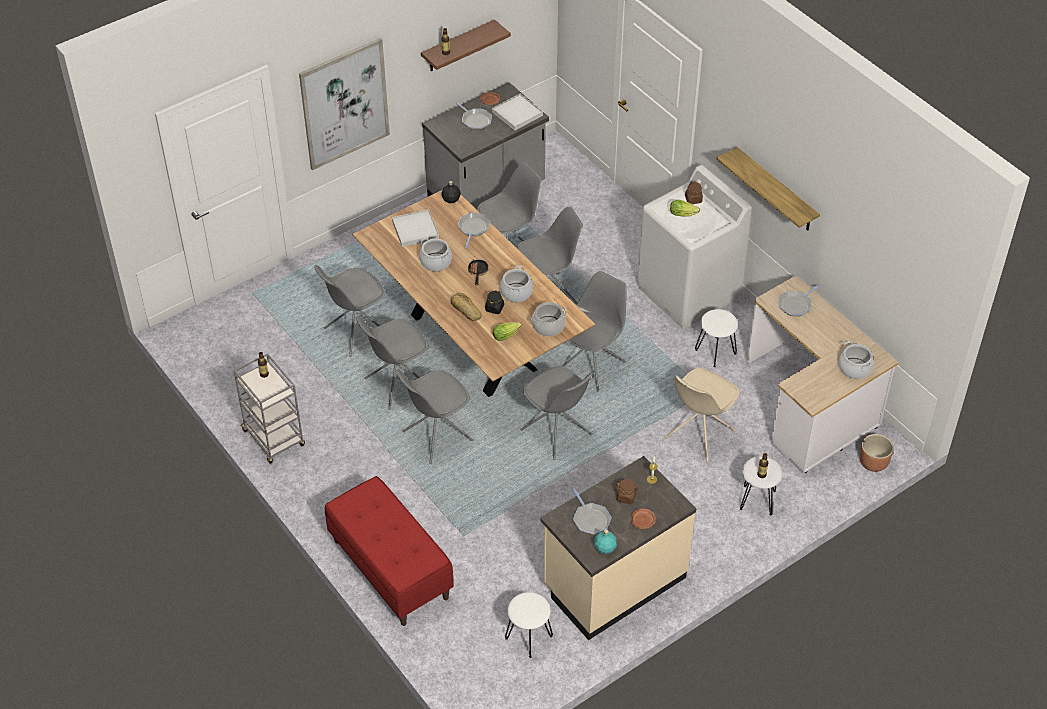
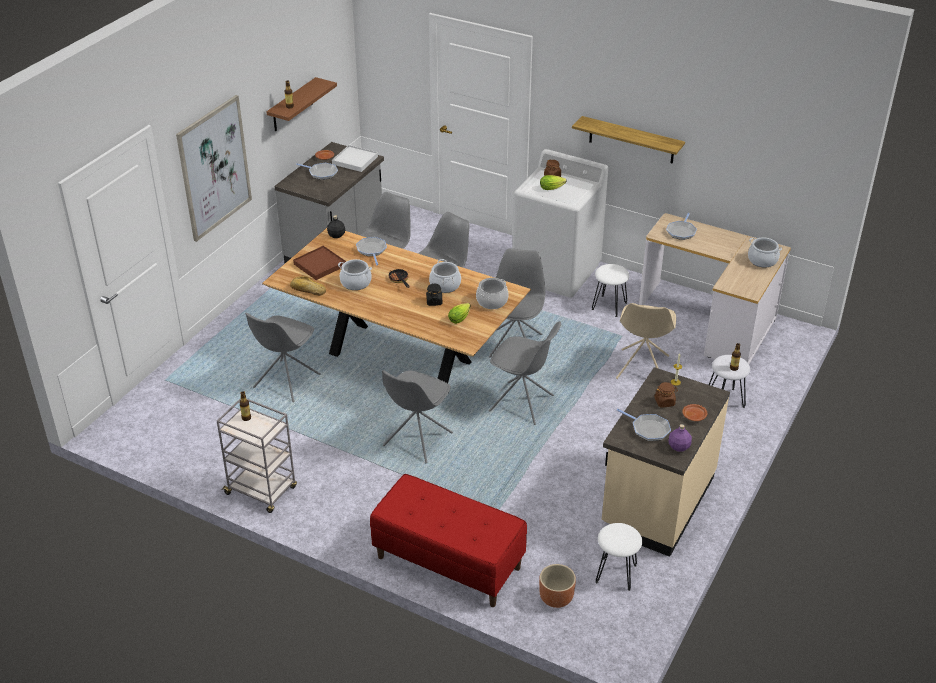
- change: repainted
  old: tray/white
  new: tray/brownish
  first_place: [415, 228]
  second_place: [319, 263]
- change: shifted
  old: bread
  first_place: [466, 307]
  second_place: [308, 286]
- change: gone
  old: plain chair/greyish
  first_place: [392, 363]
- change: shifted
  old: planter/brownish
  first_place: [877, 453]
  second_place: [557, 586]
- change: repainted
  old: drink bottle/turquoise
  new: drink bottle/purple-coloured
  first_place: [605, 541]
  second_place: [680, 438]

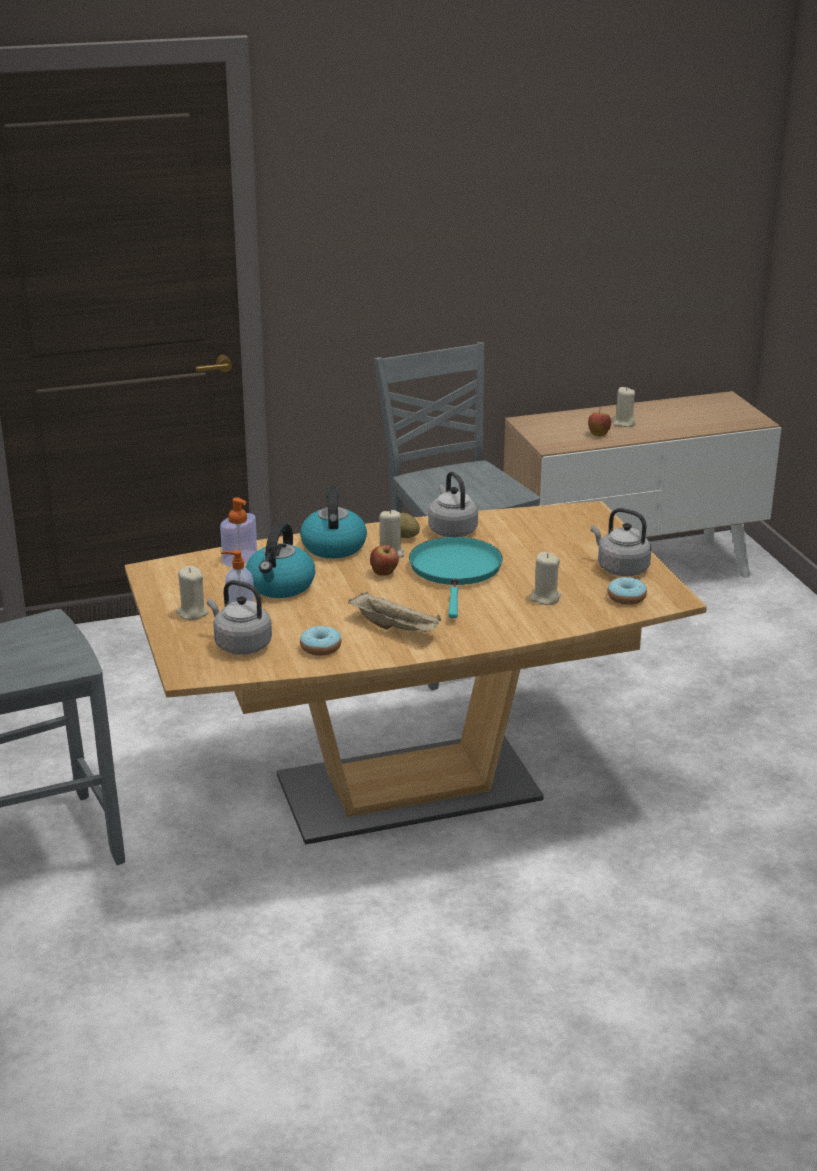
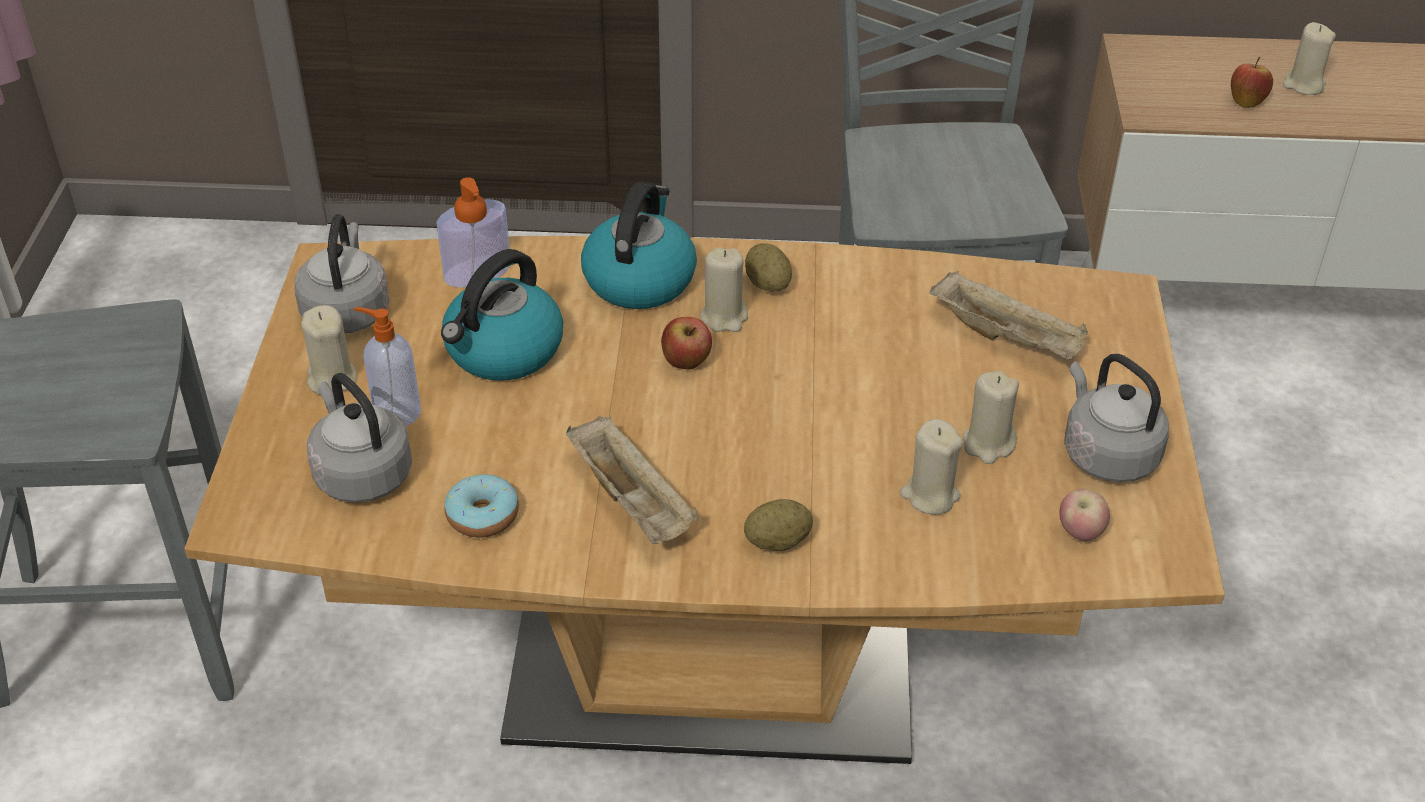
- change: shifted
  old: water kettle/greyish
  first_place: [453, 504]
  second_place: [341, 273]
- change: gone
  old: pan/turquoise
  first_place: [456, 577]
- change: swapped
  old: ring doughnut
  new: apple
  first_place: [627, 591]
  second_place: [1084, 515]
- change: new
  new: tray/sand-coloured
  second_place: [1009, 315]
- change: new
  new: wax light/sand-coloured
  second_place: [991, 417]
- change: new
  new: whole potato
  second_place: [778, 525]

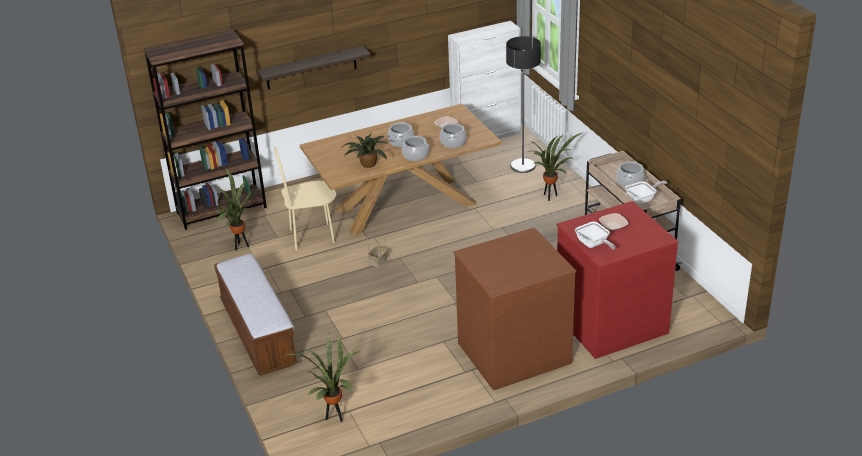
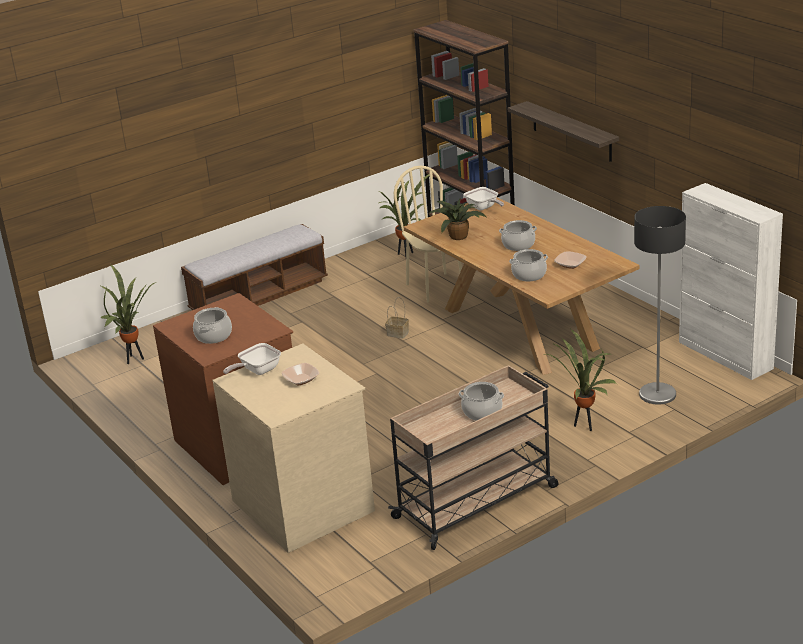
- change: shifted
  old: cooking pot
  first_place: [415, 148]
  second_place: [212, 325]
- change: shifted
  old: pan
  first_place: [646, 193]
  second_place: [484, 199]
- change: repainted
  old: drawer chest/red-coloured
  new: drawer chest/sand-coloured
  first_place: [617, 280]
  second_place: [293, 448]

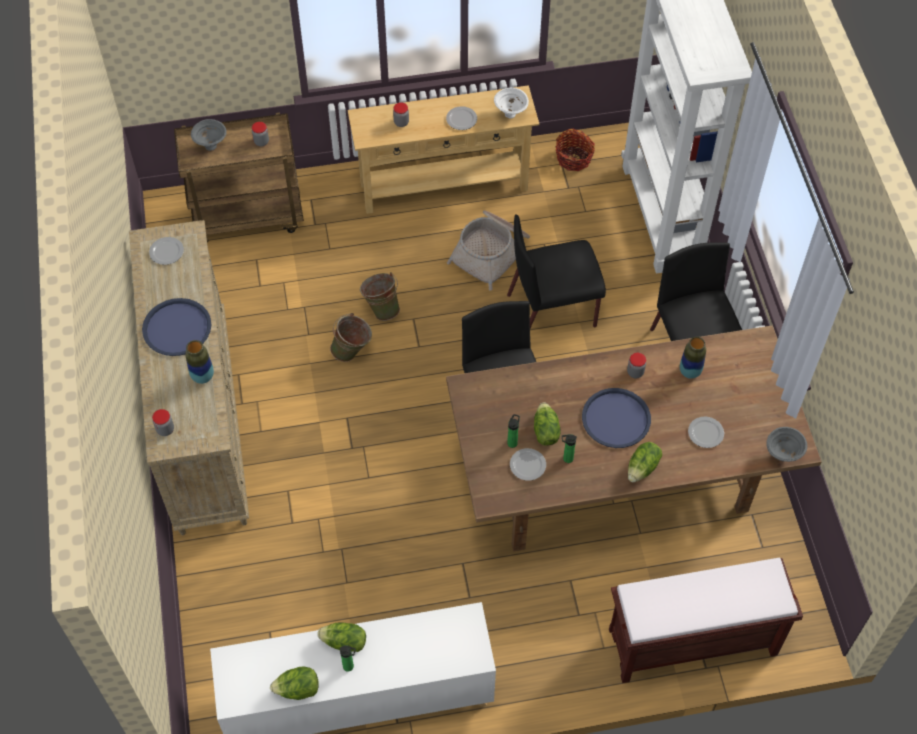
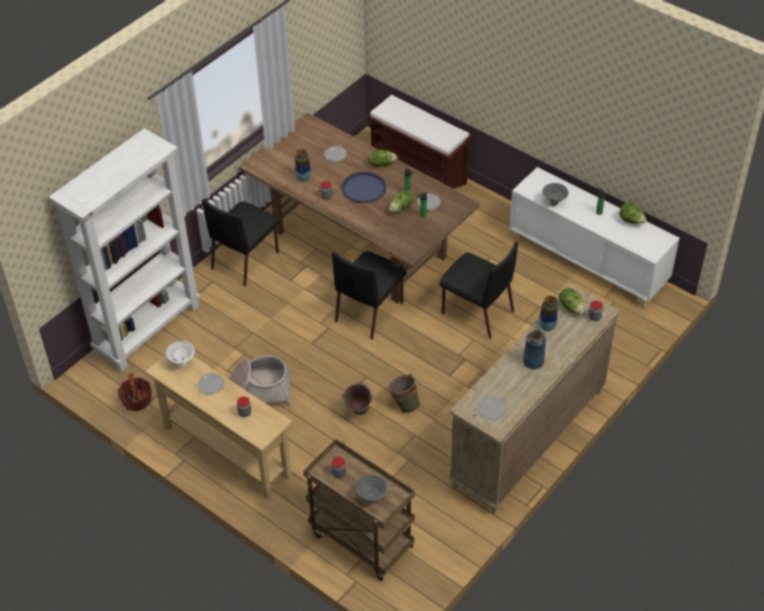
- change: shifted
  old: plain chair/black-coloured
  first_place: [556, 271]
  second_place: [479, 290]
- change: swapped
  old: tray/bluish
  new: flower vase/bluish
  first_place: [177, 327]
  second_place: [534, 349]
- change: shifted
  old: bowl/greyish
  first_place: [786, 444]
  second_place: [555, 194]
- change: shifted
  old: lettuce
  first_place: [341, 637]
  second_place: [572, 301]

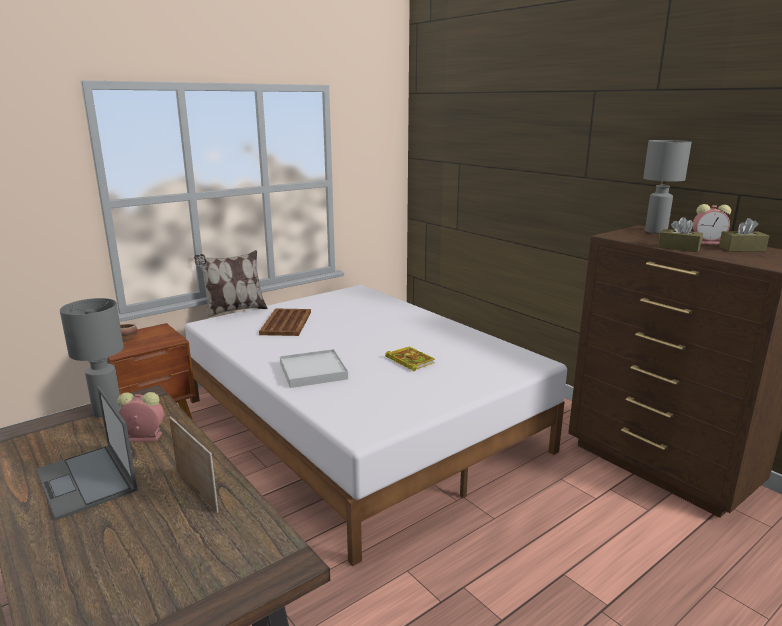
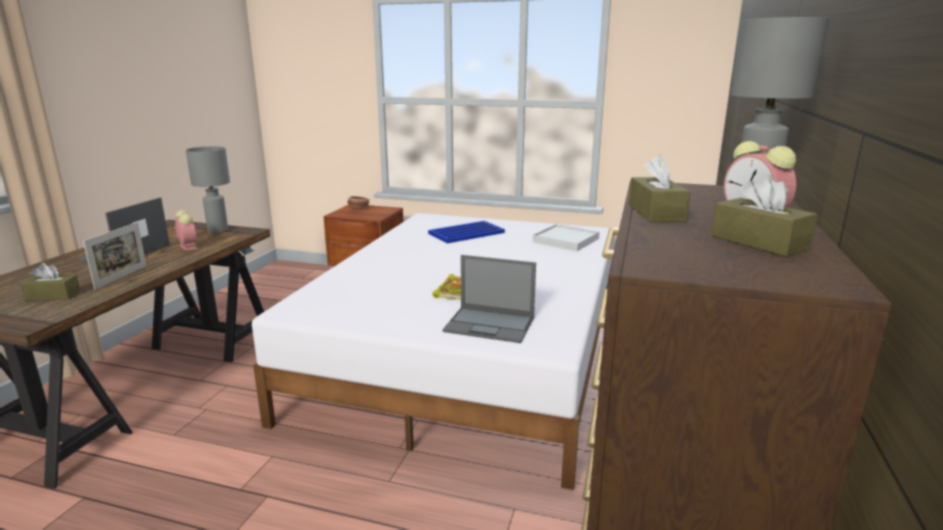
- change: gone
  old: throw pillow
  first_place: [231, 284]
- change: repainted
  old: tray/brownish
  new: tray/bluish
  first_place: [285, 322]
  second_place: [466, 232]
- change: shifted
  old: tray/white
  first_place: [314, 368]
  second_place: [565, 237]
- change: new
  new: portable computer
  second_place: [489, 299]
- change: new
  new: tissue box/brownish
  second_place: [50, 282]

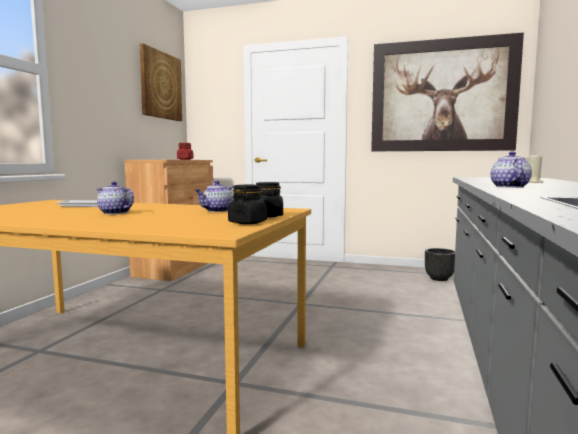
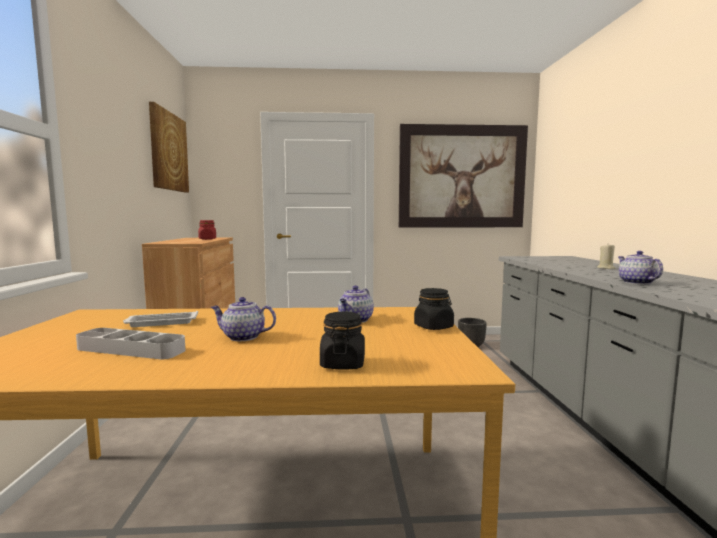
- change: shifted
  old: preserve jar/black-coloured
  first_place: [247, 204]
  second_place: [342, 340]
- change: new
  new: tray/greyish
  second_place: [131, 343]

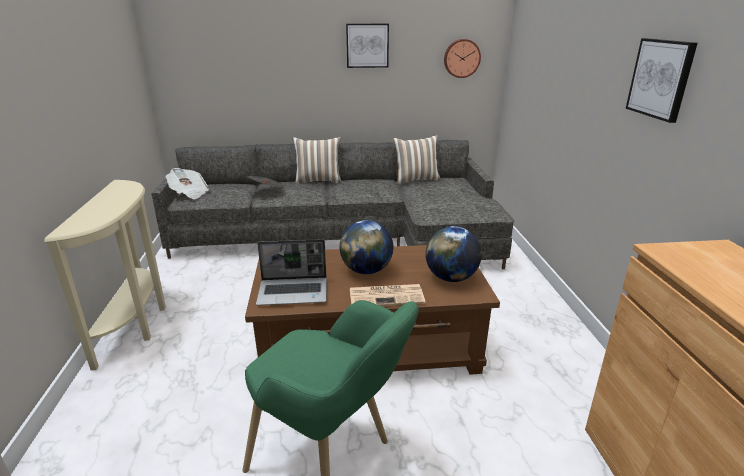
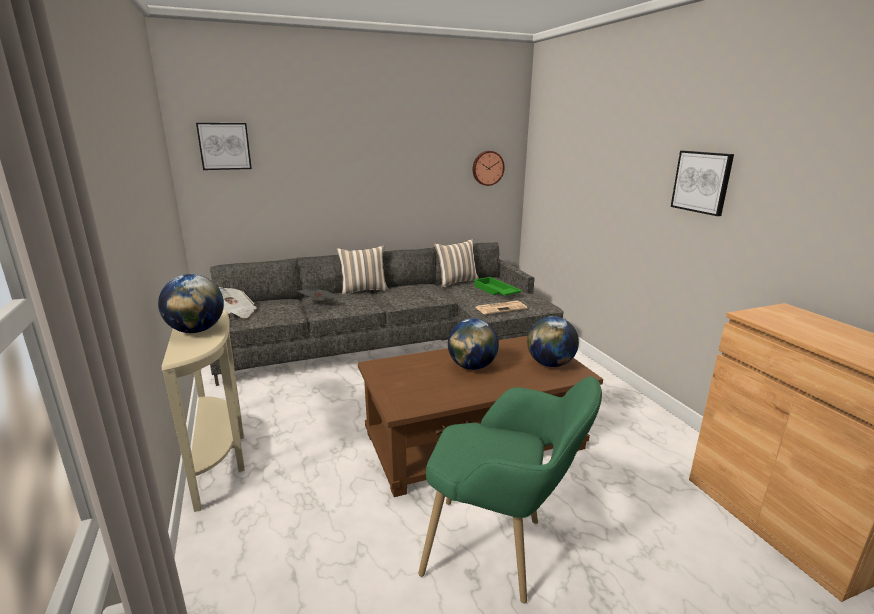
- change: shifted
  old: wall art
  first_place: [367, 46]
  second_place: [224, 146]
- change: gone
  old: portable computer
  first_place: [291, 272]
- change: shifted
  old: printed paper
  first_place: [387, 295]
  second_place: [501, 308]
- change: new
  new: world globe
  second_place: [191, 303]
- change: new
  new: tray/greenish
  second_place: [498, 286]

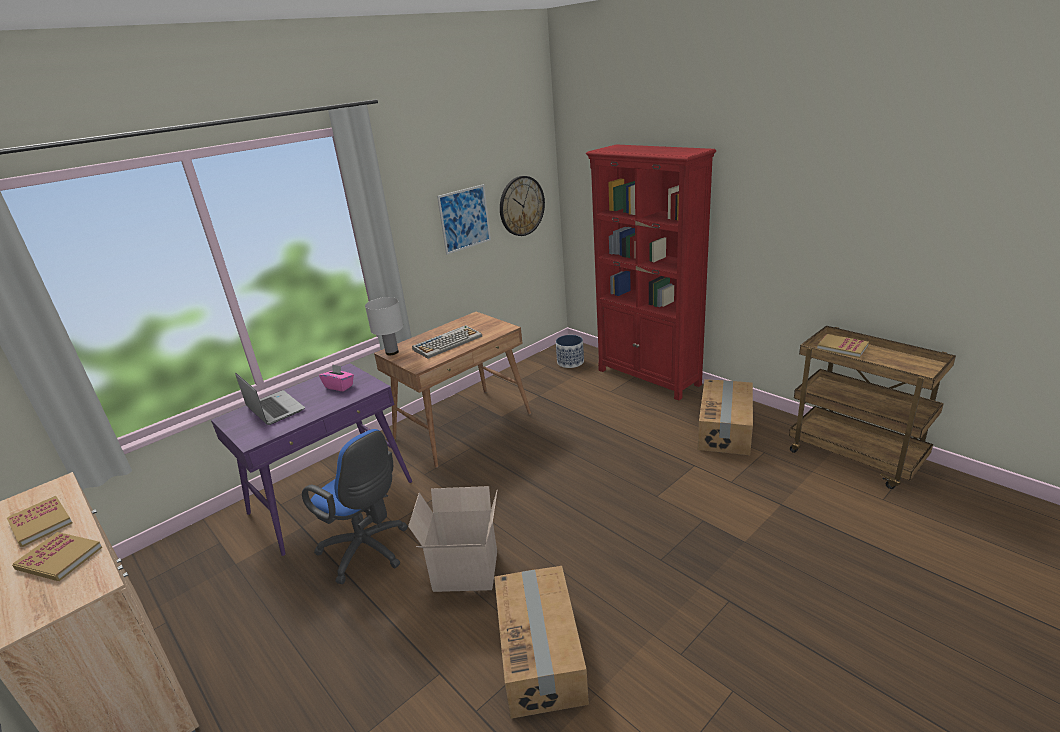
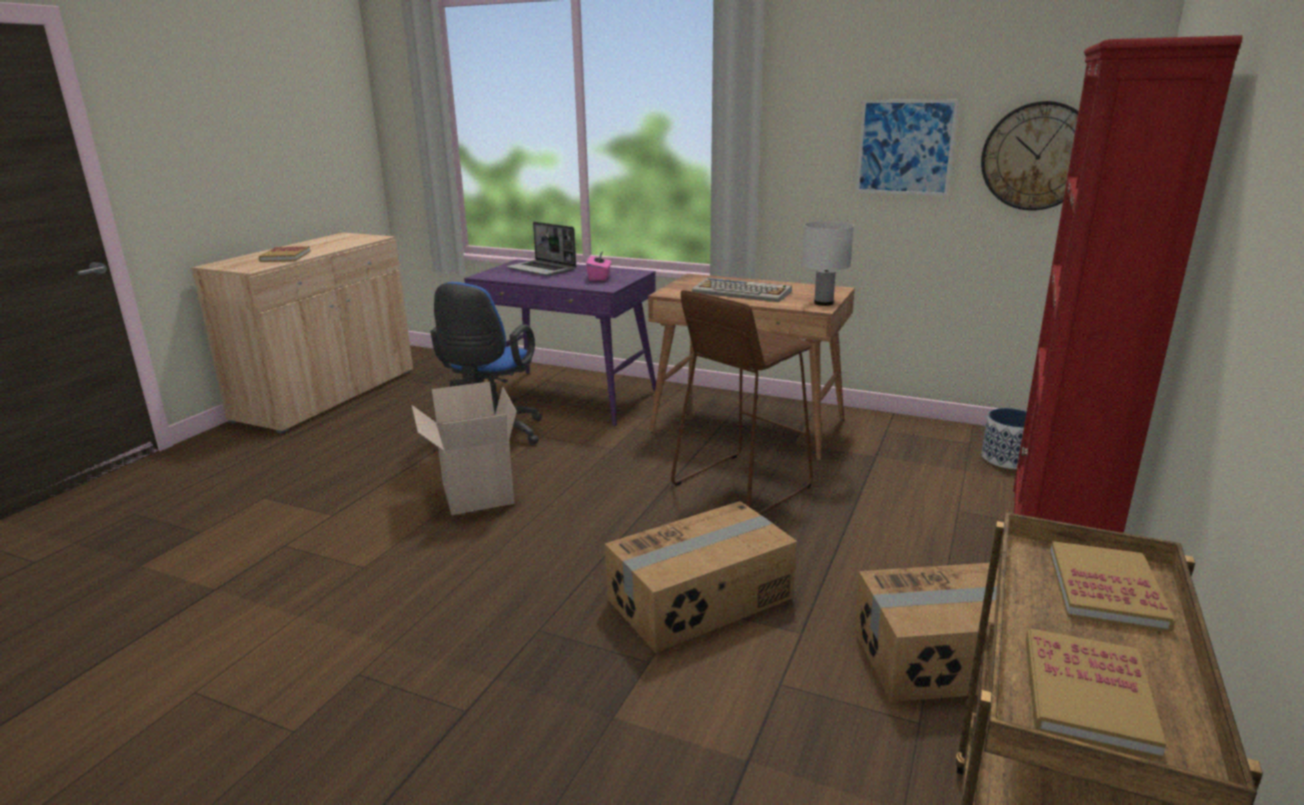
- change: shifted
  old: lamp for a table/white
  first_place: [384, 326]
  second_place: [828, 263]
- change: rotated
  old: portable computer
  first_place: [270, 399]
  second_place: [541, 249]
  degrees: 105
- change: shifted
  old: book
  first_place: [39, 521]
  second_place: [1096, 694]
- change: shifted
  old: cardboard box
  first_place: [541, 642]
  second_place: [701, 577]
- change: new
  new: stool/brownish
  second_place: [742, 402]

